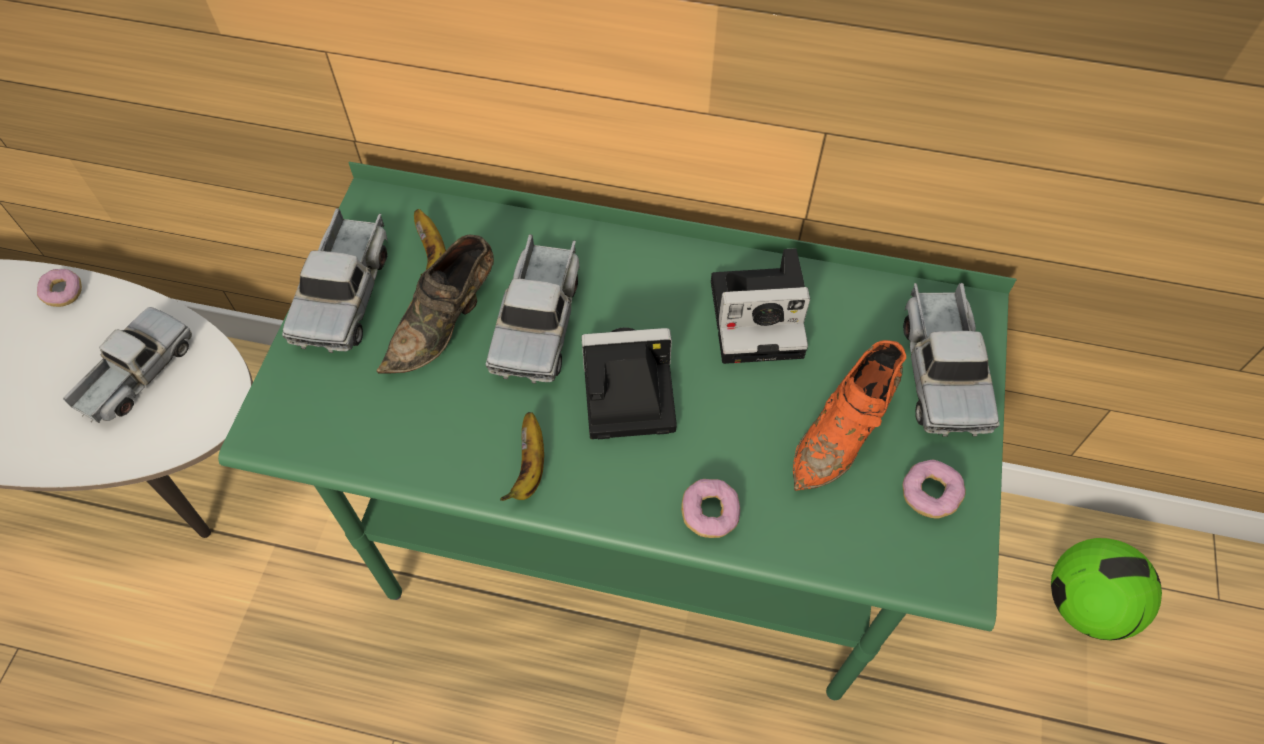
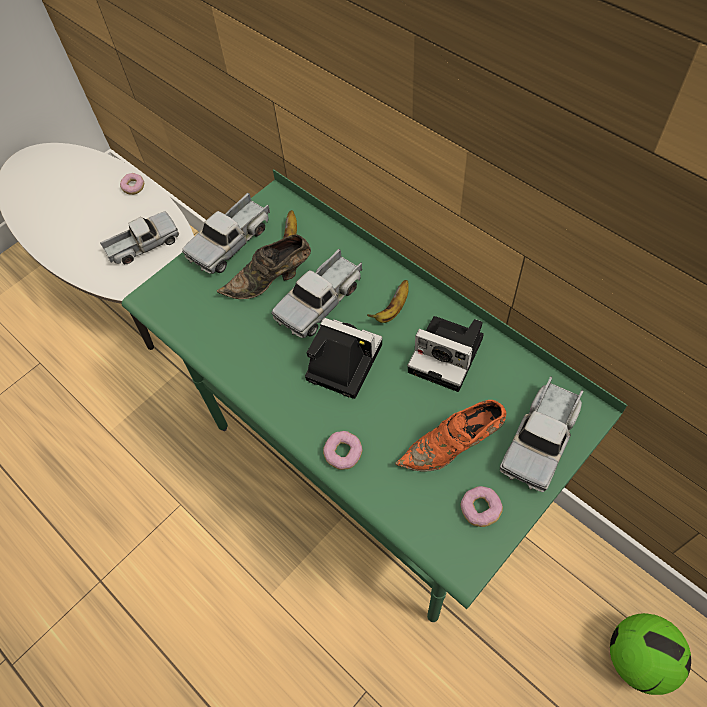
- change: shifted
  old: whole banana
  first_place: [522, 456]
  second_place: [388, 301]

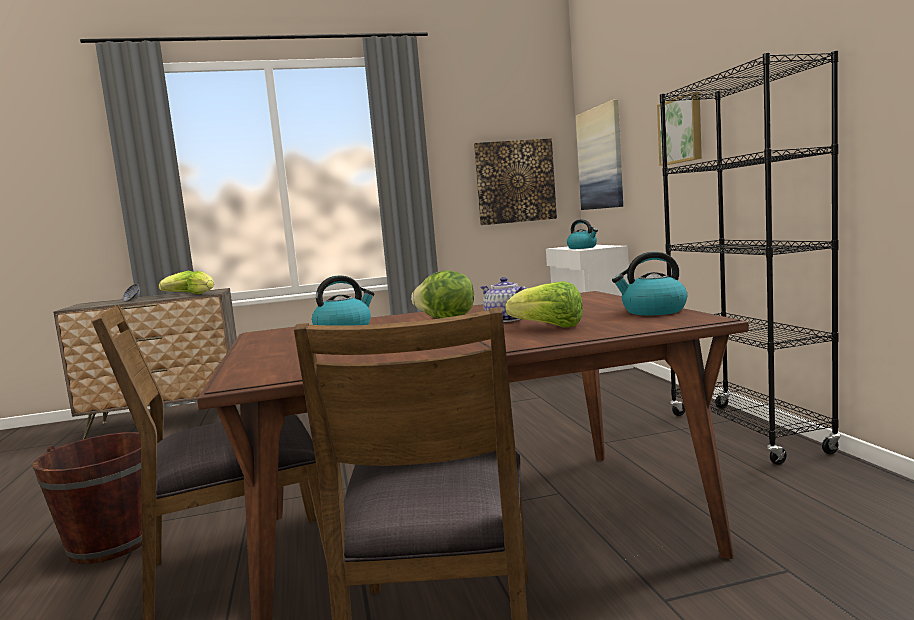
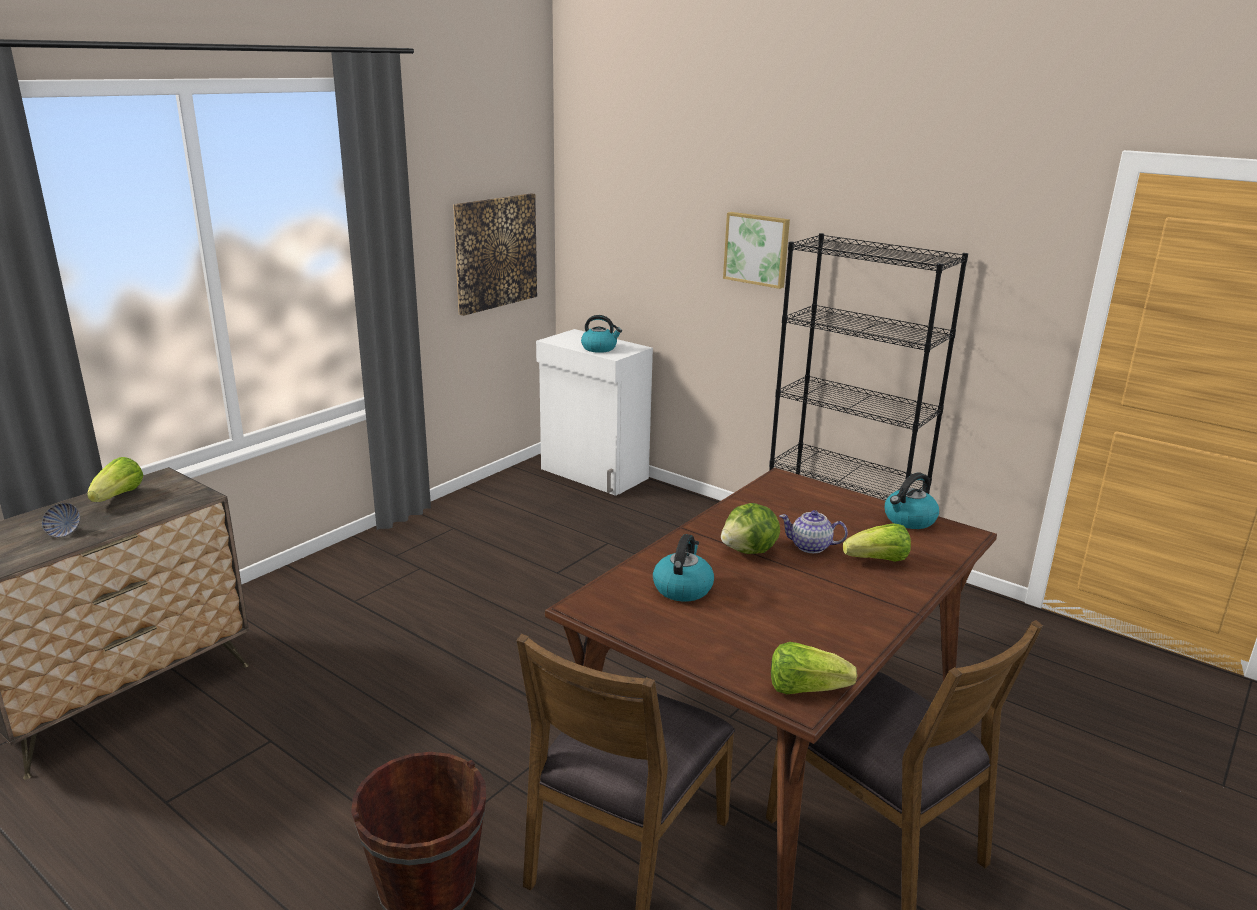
- change: gone
  old: wall art
  first_place: [599, 154]
- change: shifted
  old: lettuce
  first_place: [200, 282]
  second_place: [814, 668]

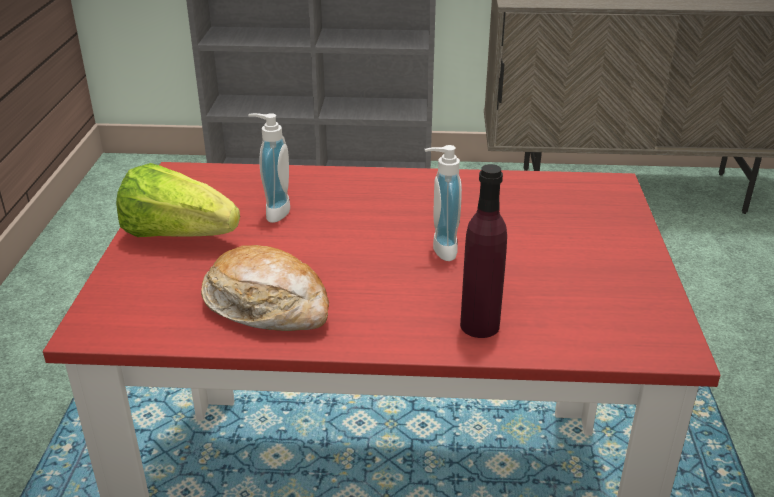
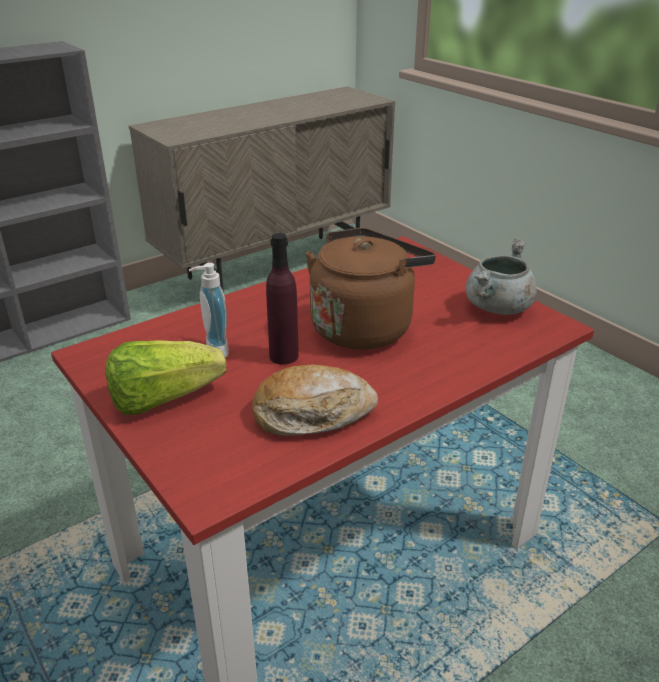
- change: swapped
  old: soap dispenser
  new: water kettle/brownish
  first_place: [443, 203]
  second_place: [370, 289]
- change: shifted
  old: drink bottle/purple-coloured
  first_place: [483, 251]
  second_place: [282, 299]
- change: new
  new: cooking pot/greyish
  second_place: [501, 277]

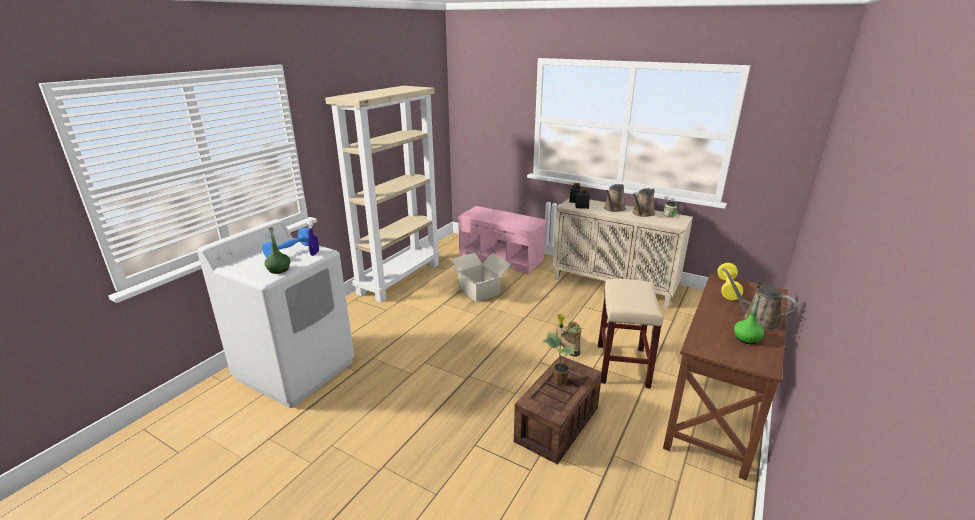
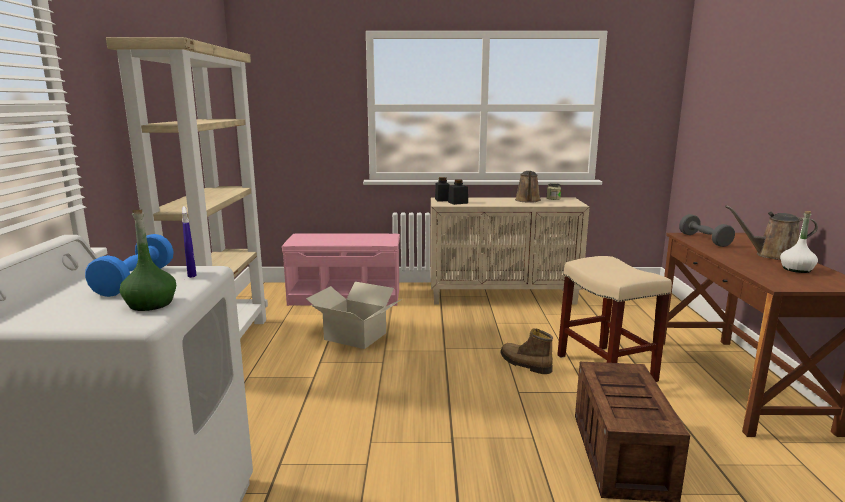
- change: gone
  old: watering pot/brownish
  first_place: [615, 198]
- change: repainted
  old: hand weight/yellow
  new: hand weight/greyish
  first_place: [730, 281]
  second_place: [707, 230]
- change: repainted
  old: drink bottle/greenish
  new: drink bottle/white
  first_place: [749, 318]
  second_place: [799, 242]
- change: gone
  old: plant in a pot
  first_place: [563, 349]

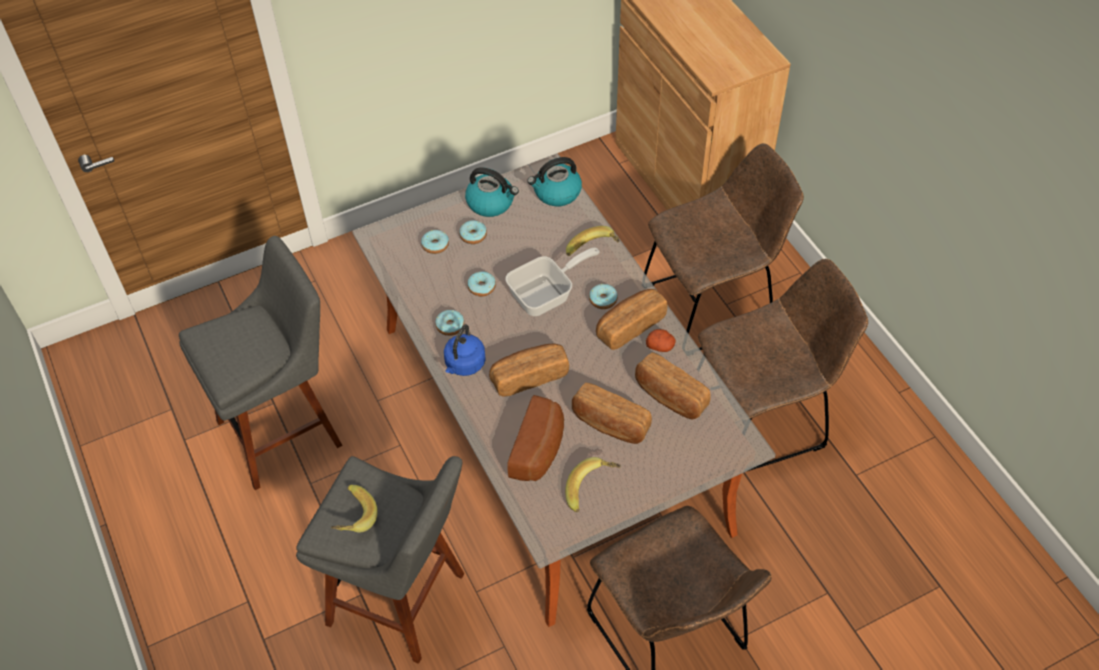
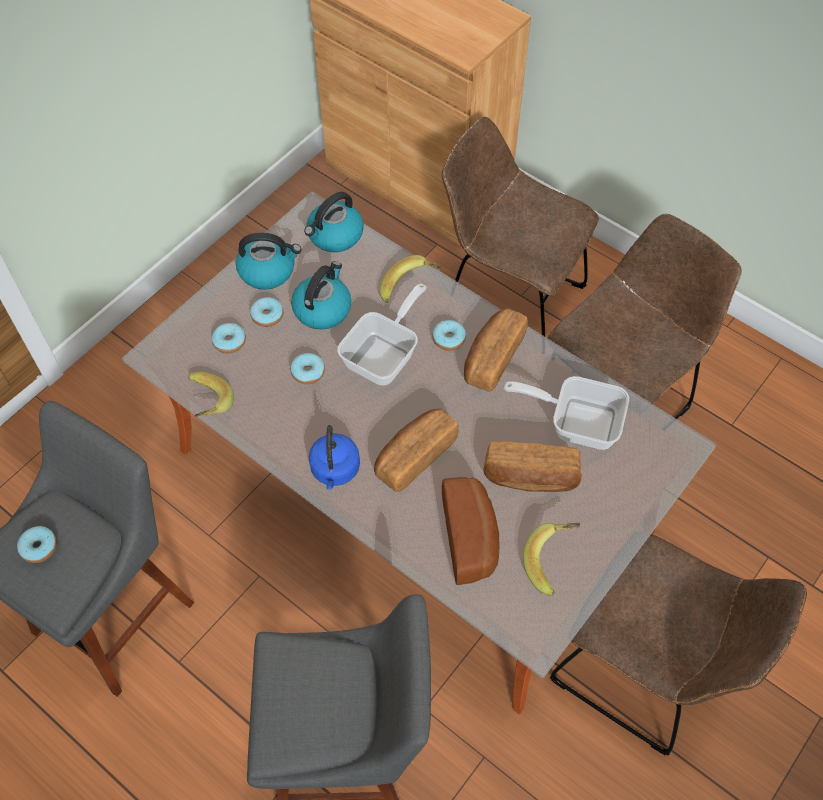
- change: rotated
  old: plain chair/brownish
  first_place: [724, 246]
  second_place: [520, 226]
  degrees: -105
- change: shifted
  old: ring doughnut
  first_place: [449, 323]
  second_place: [37, 544]
- change: gone
  old: whole potato
  first_place: [661, 340]
- change: swapped
  old: bread
  new: pan
  first_place: [673, 386]
  second_place: [566, 413]
- change: shifted
  old: whole banana
  first_place: [354, 508]
  second_place: [211, 394]
- change: new
  new: water kettle
  second_place: [321, 295]

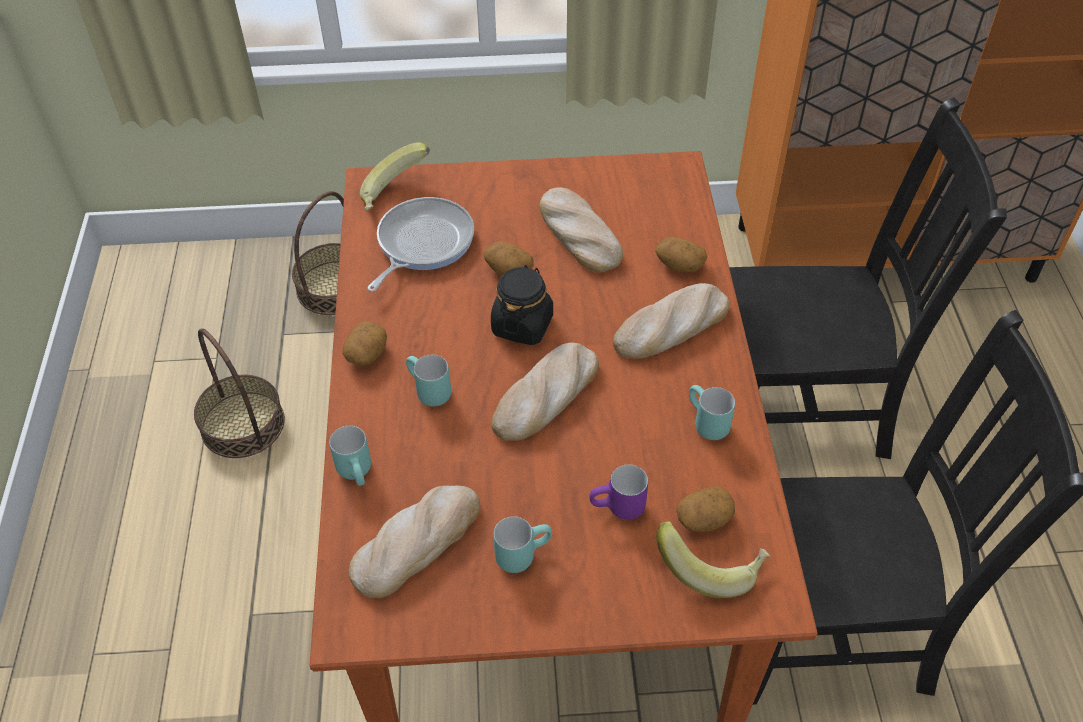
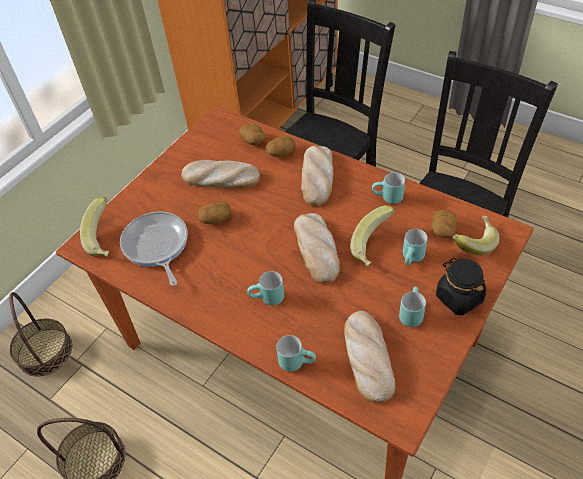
- change: shifted
  old: preserve jar/black-coloured
  first_place: [522, 305]
  second_place: [461, 287]
- change: shifted
  old: whole potato
  first_place: [364, 343]
  second_place: [252, 134]
- change: repainted
  old: tea mug/purple-coloured
  new: tea mug/turquoise
  first_place: [618, 492]
  second_place: [415, 247]
- change: new
  new: whole banana
  second_place: [372, 236]

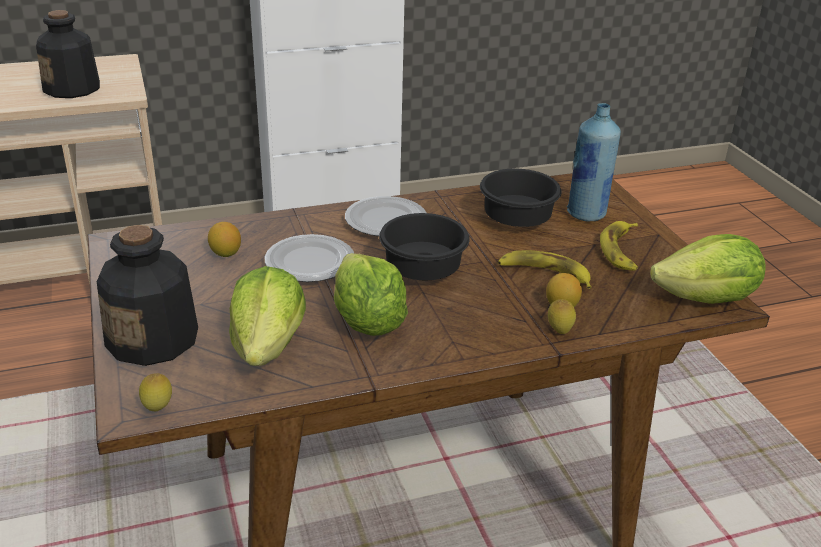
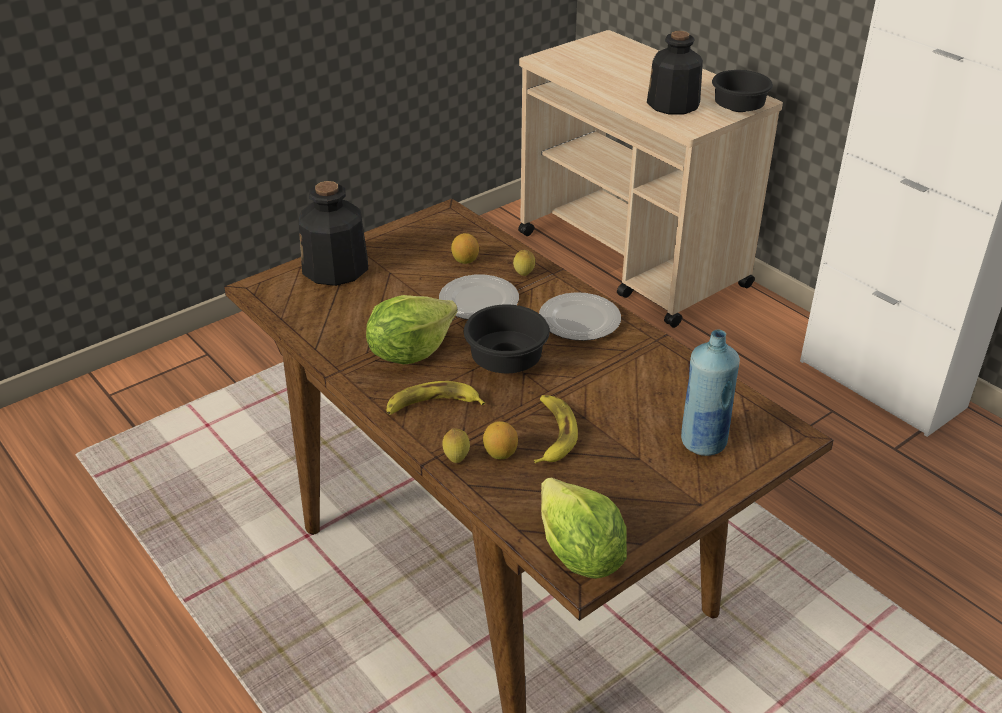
- change: shifted
  old: bowl/black-coloured
  first_place: [521, 198]
  second_place: [742, 91]
- change: shifted
  old: whole banana
  first_place: [619, 246]
  second_place: [436, 397]
- change: gone
  old: lettuce
  first_place: [267, 316]
- change: shifted
  old: lemon
  first_place: [155, 392]
  second_place: [524, 263]

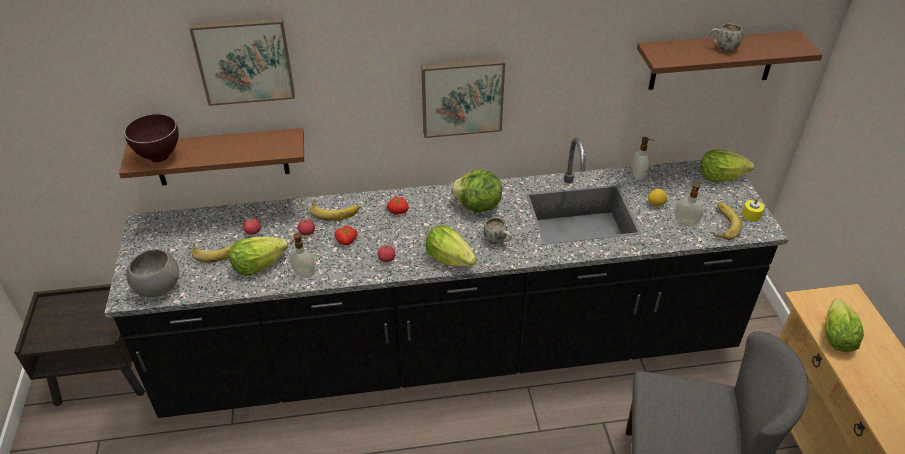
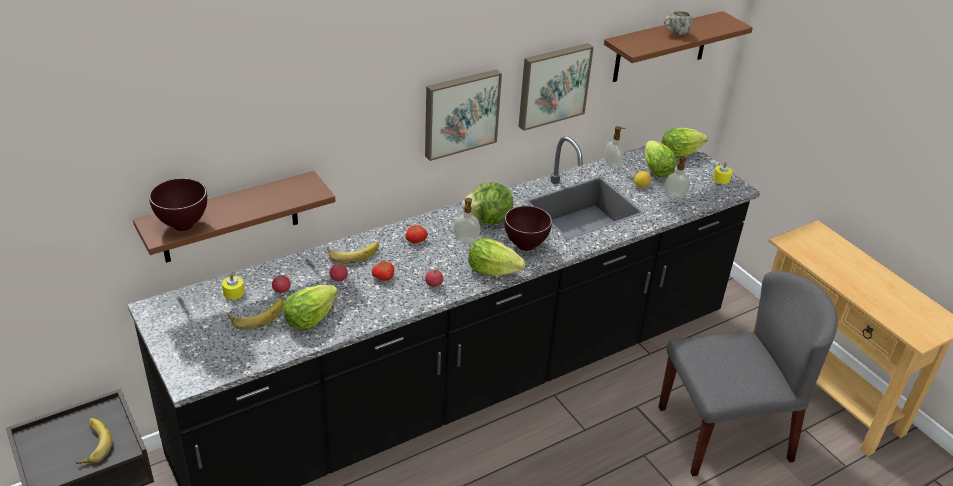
- change: shifted
  old: wall art
  first_place: [242, 61]
  second_place: [556, 87]
- change: shifted
  old: whole banana
  first_place: [727, 221]
  second_place: [94, 441]
- change: swapped
  old: tea mug/white
  new: bowl/brownish
  first_place: [497, 230]
  second_place: [528, 228]
- change: shifted
  old: soap dispenser
  first_place: [302, 255]
  second_place: [466, 220]
- change: gone
  old: bowl/greyish
  first_place: [152, 273]
- change: shifted
  old: lettuce
  first_place: [844, 325]
  second_place: [660, 158]
- change: new
  new: wax light/yellow
  second_place: [233, 287]

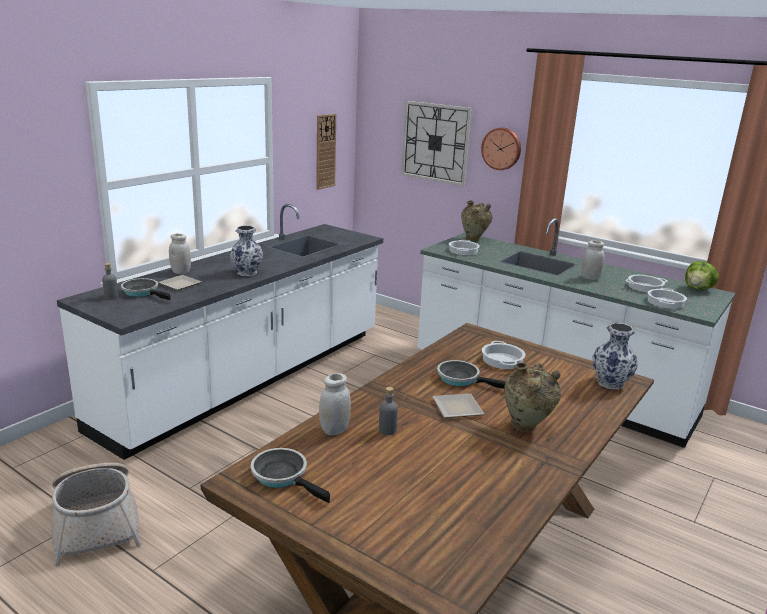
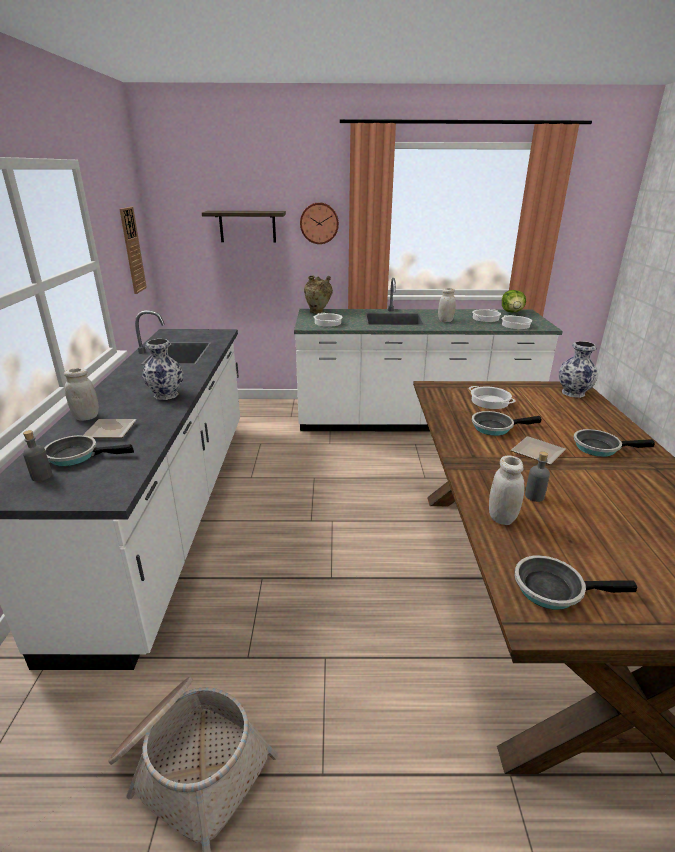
- change: swapped
  old: hanging clock
  new: bracket shelf
  first_place: [436, 143]
  second_place: [244, 226]
- change: swapped
  old: flower vase/sand-coloured
  new: pan
  first_place: [532, 397]
  second_place: [614, 443]

